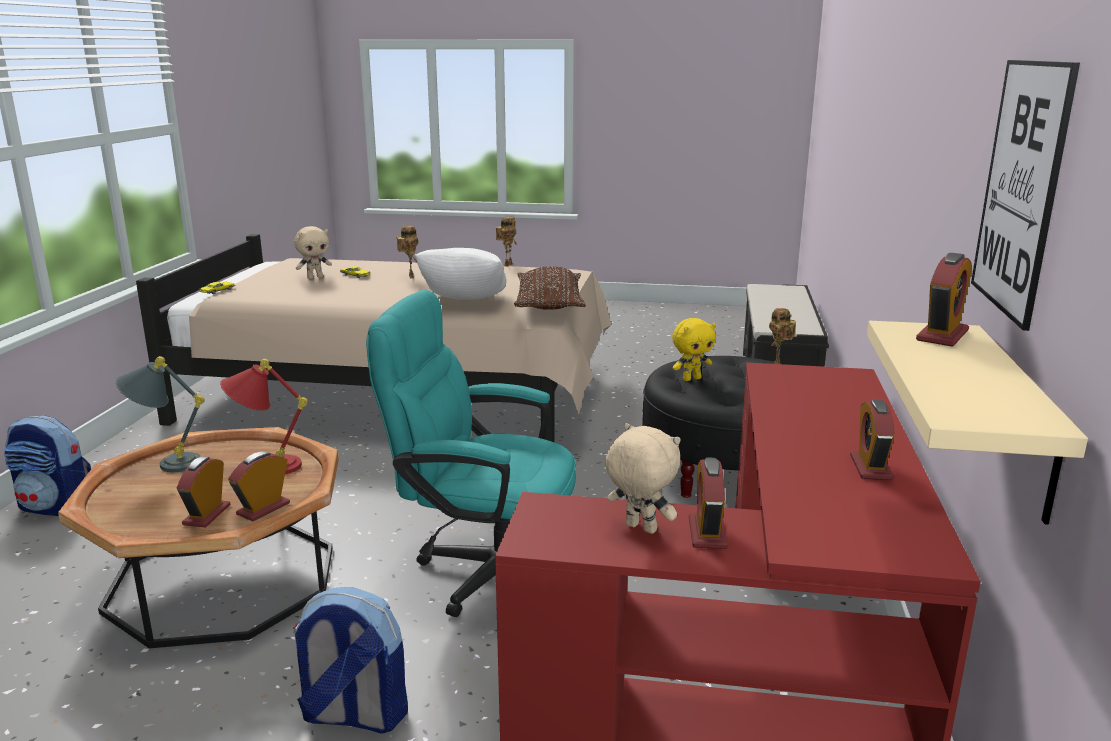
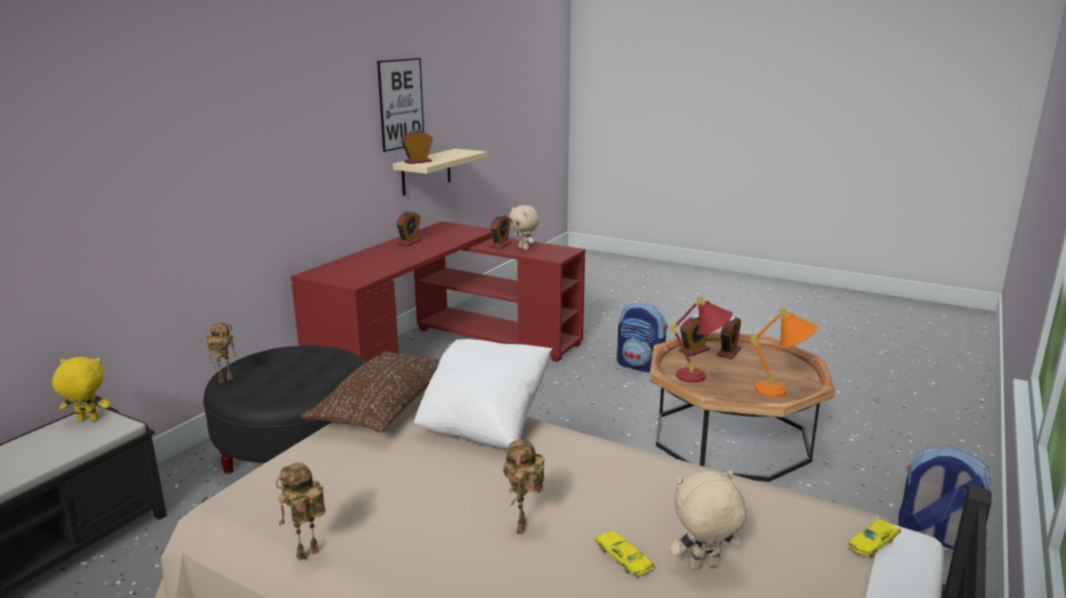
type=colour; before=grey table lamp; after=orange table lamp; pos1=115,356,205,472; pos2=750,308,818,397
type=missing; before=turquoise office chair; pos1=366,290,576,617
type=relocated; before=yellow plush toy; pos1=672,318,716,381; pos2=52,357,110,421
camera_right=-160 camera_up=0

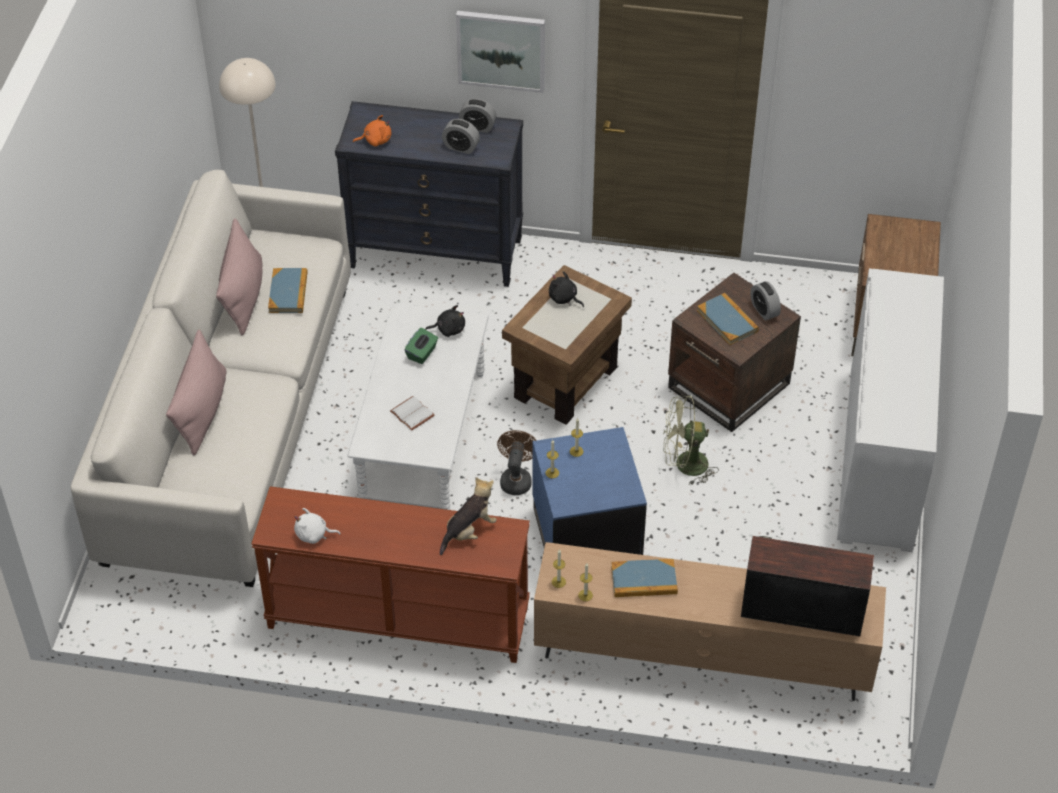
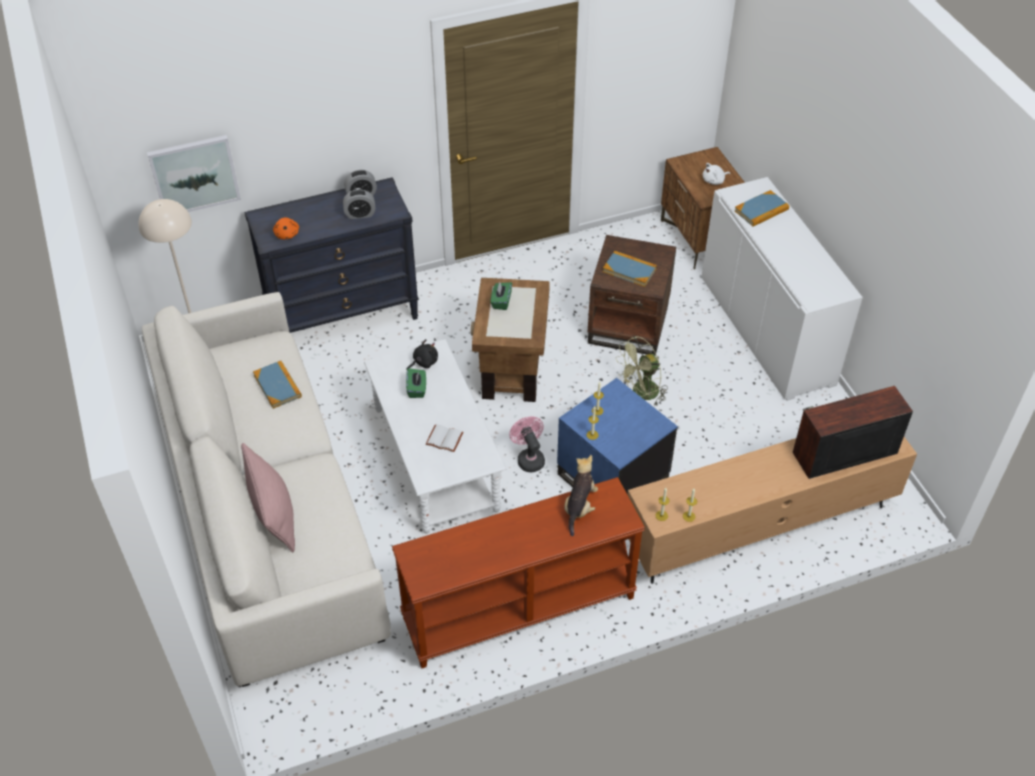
type=missing; before=pink pillow; pos1=216,218,262,335
type=relocated; before=white plush toy; pos1=294,508,341,544; pos2=703,163,730,185
type=spun; before=orange plush toy; pos1=353,115,391,147; pos2=273,218,299,239; turn=120
type=relocated; before=picture; pos1=456,11,545,93; pos2=147,135,241,212
type=colour; before=brown fan; after=pink fan; pos1=497,430,537,495; pos2=509,417,545,472
type=exchanged; before=black plush toy; after=green tissue box; pos1=549,271,584,307; pos2=490,282,512,310
type=relocated; before=book; pos1=611,559,678,597; pos2=735,190,789,227
type=missing; before=alarm clock; pos1=751,281,781,320
camera_right=-30 camera_up=0

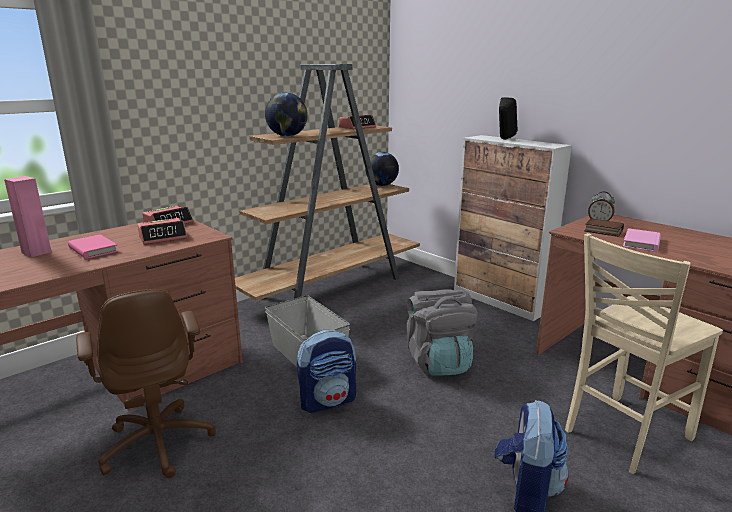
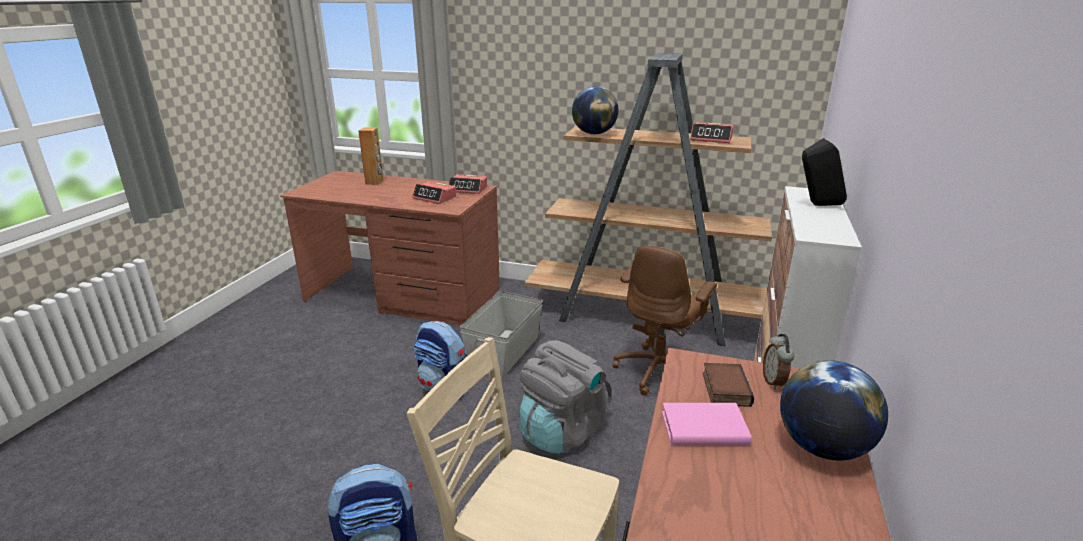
type=colour; before=pink speaker; after=brown speaker; pos1=4,176,52,258; pos2=358,128,384,185
type=missing; before=pink book; pos1=68,234,118,259
type=relocated; before=brown office chair; pos1=76,289,216,478; pos2=612,245,717,396
type=relocated; before=globe; pos1=365,152,399,186; pos2=780,360,888,460
camera_right=60 camera_up=5

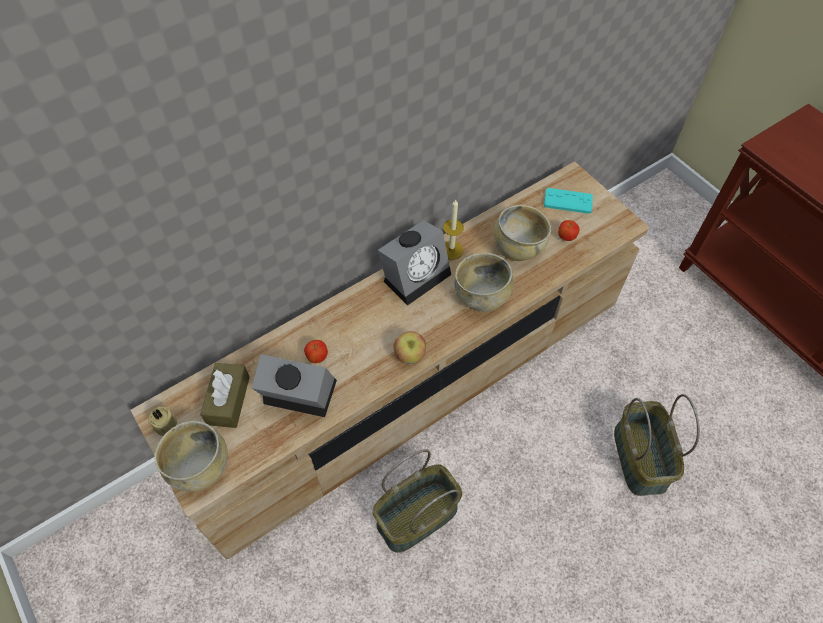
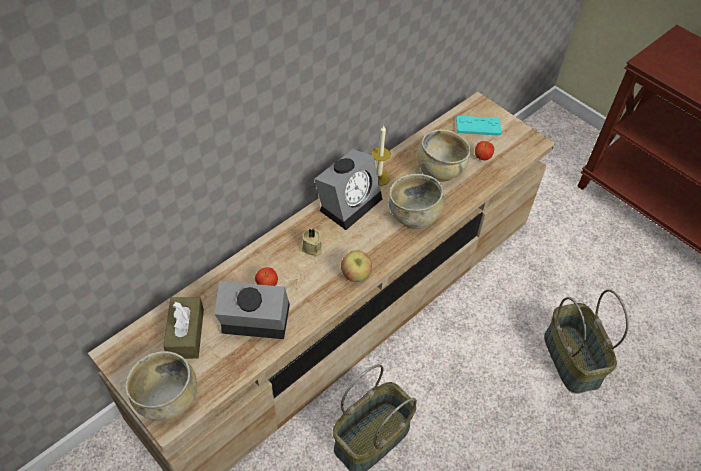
type=relocated; before=beige candle; pos1=148,407,178,436; pos2=302,229,322,257
camera_right=-10 camera_up=-5

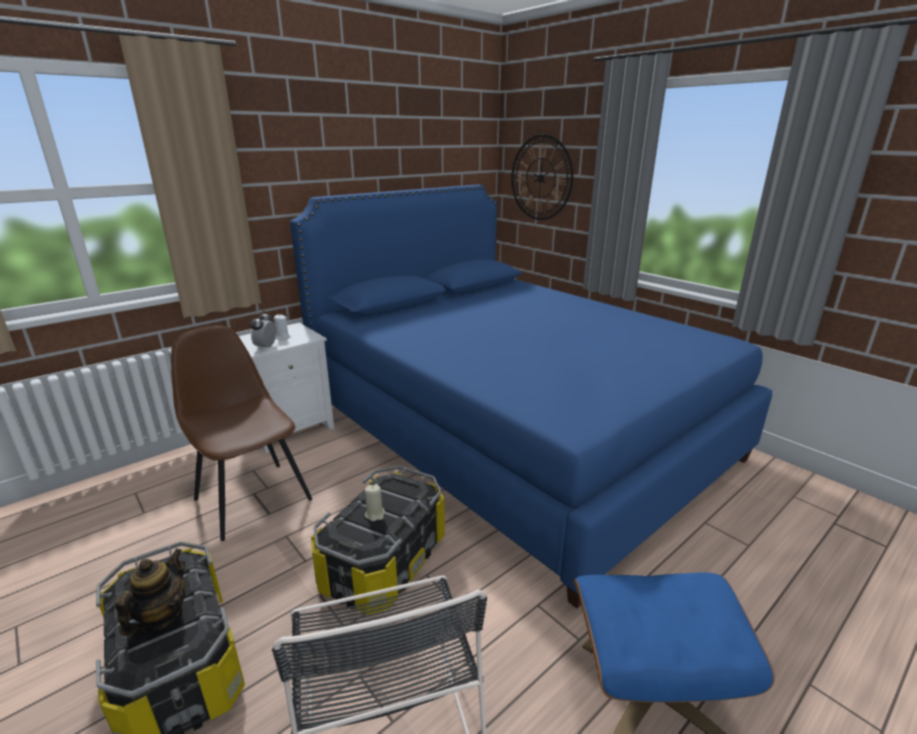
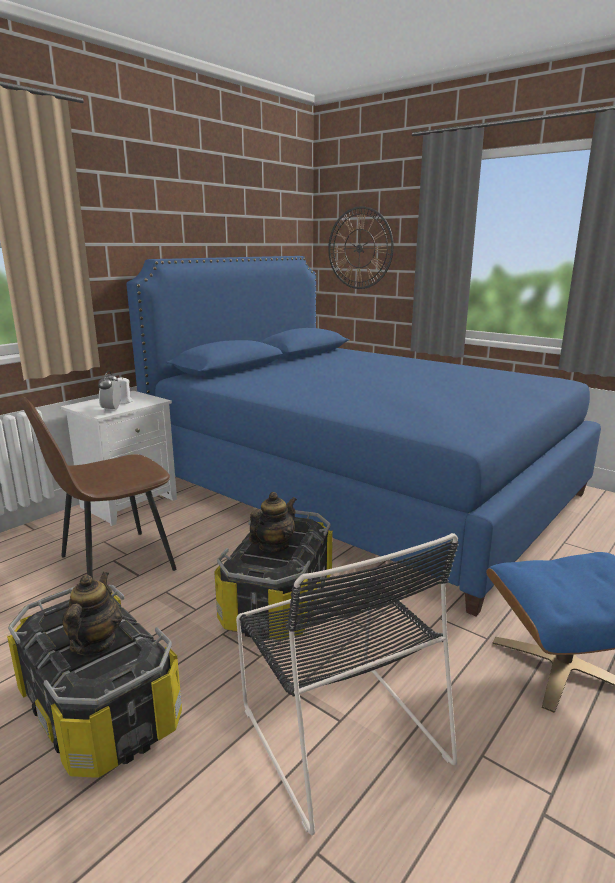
type=spun; before=brown chair; pos1=171,325,312,541; pos2=20,397,176,580; turn=-75
type=exchanged; before=beige candle; after=teapot; pos1=365,484,385,521; pos2=249,492,297,553
camera_right=-10 camera_up=-5

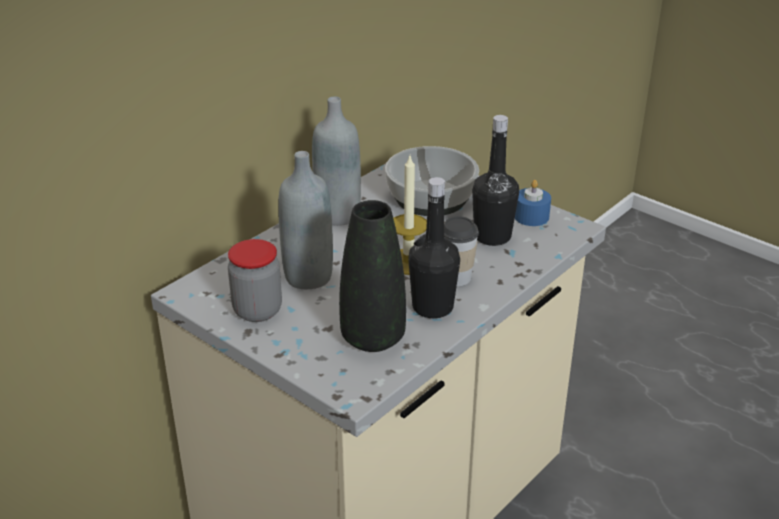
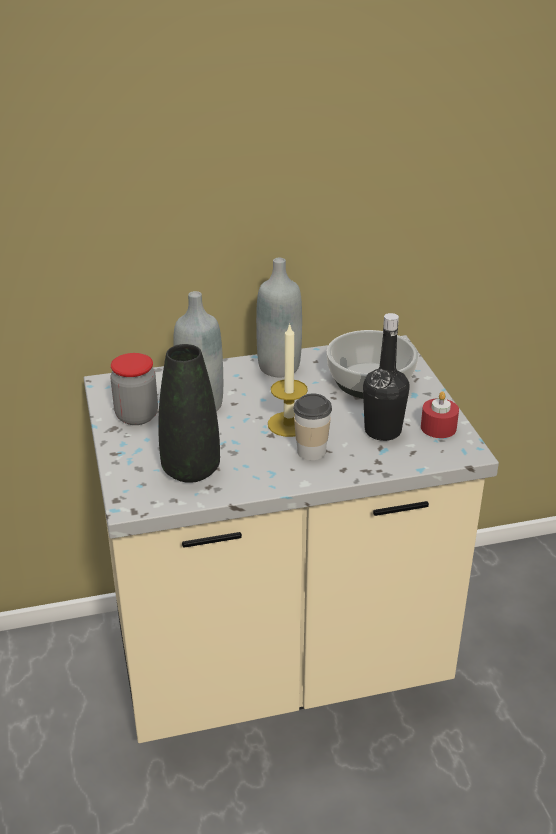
type=missing; before=black bottle; pos1=408,177,460,319
type=colour; before=blue candle; after=red candle; pos1=515,180,551,226; pos2=421,391,459,438
camera_right=35 camera_up=0

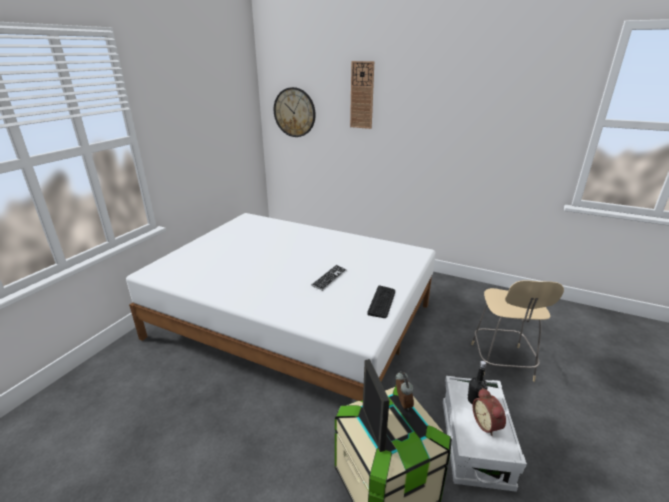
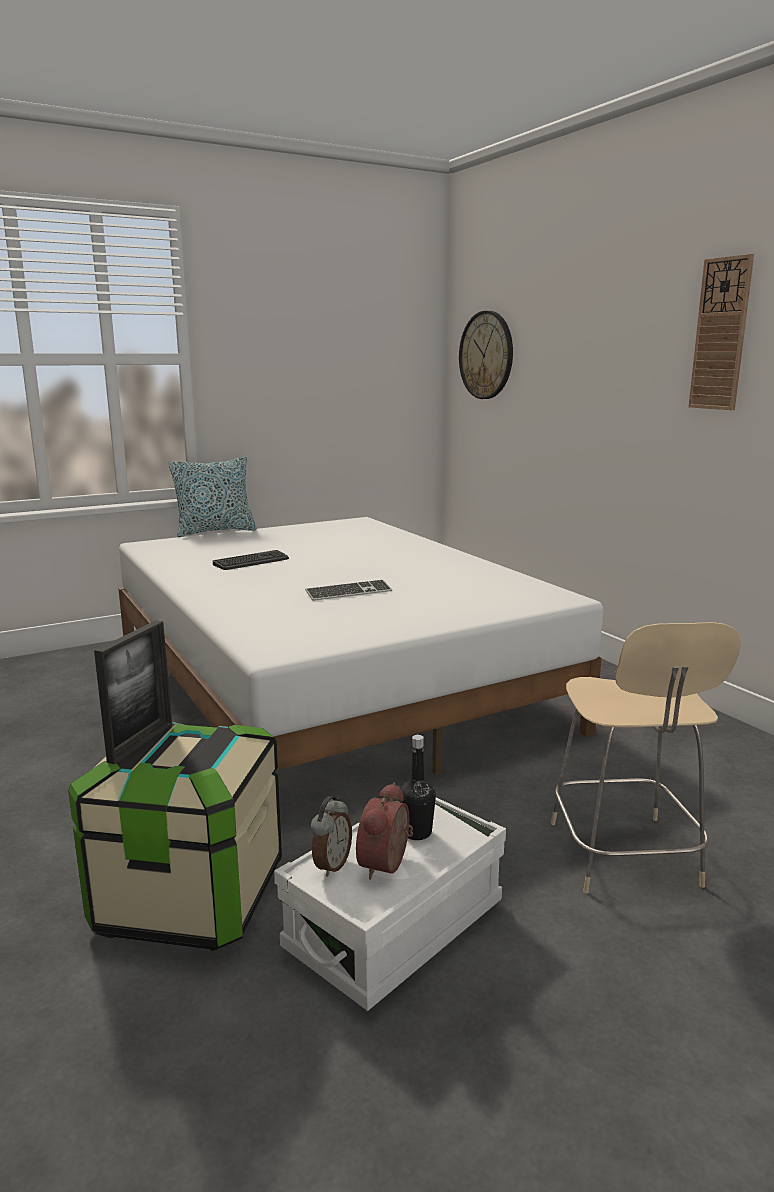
type=relocated; before=wall clock; pos1=350,61,374,129; pos2=689,254,754,410
type=relocated; before=keyboard; pos1=367,285,395,318; pos2=213,550,289,570
type=relocated; before=alarm clock; pos1=396,371,414,411; pos2=311,796,352,877
type=spun; before=beige chair; pos1=471,280,564,382; pos2=551,622,741,893; turn=-45
type=appeared; after=pillow; pos2=168,457,257,537
camera_right=35 camera_up=-10

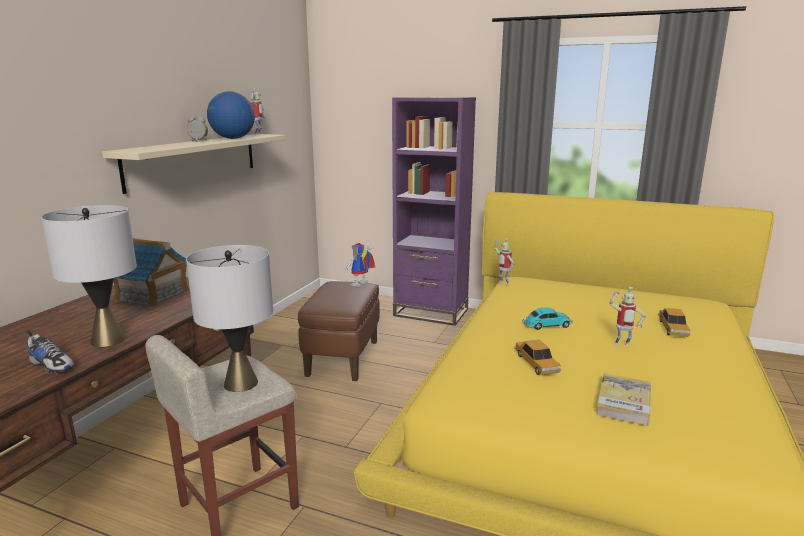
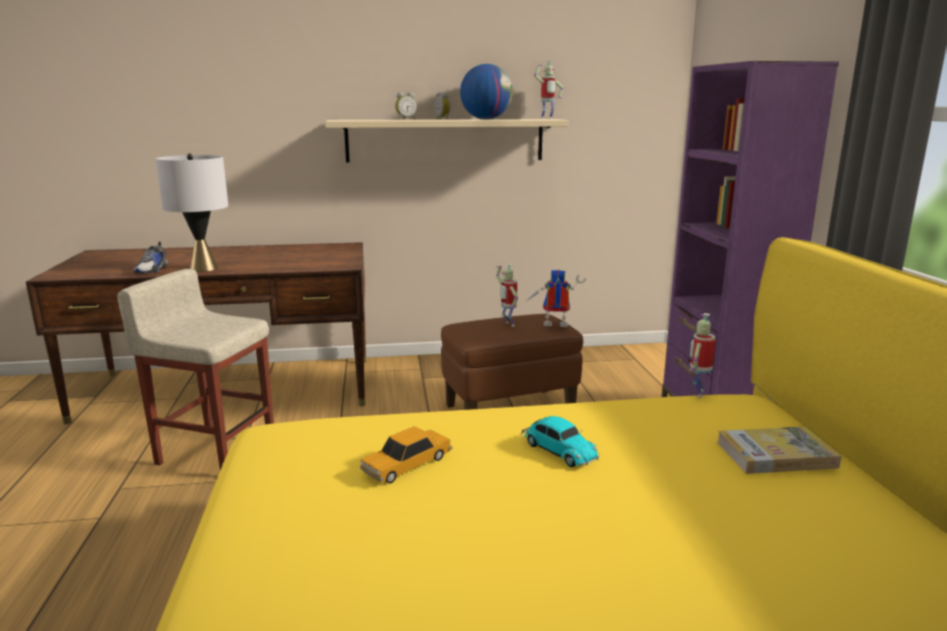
type=missing; before=toy house; pos1=113,238,189,308
type=missing; before=grey table lamp; pos1=186,245,273,392
type=relocated; before=book; pos1=596,373,651,426; pos2=717,426,842,474
type=relocated; before=toy robot; pos1=610,287,646,346; pos2=496,264,518,327
type=missing; before=toy car; pos1=658,308,690,337
type=appeared; after=alarm clock; pos2=395,92,417,120
camera_right=60 camera_up=0

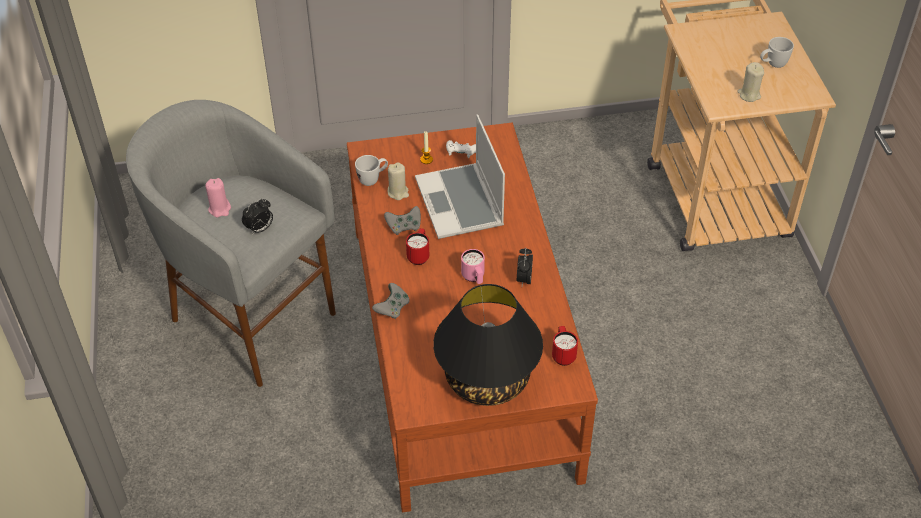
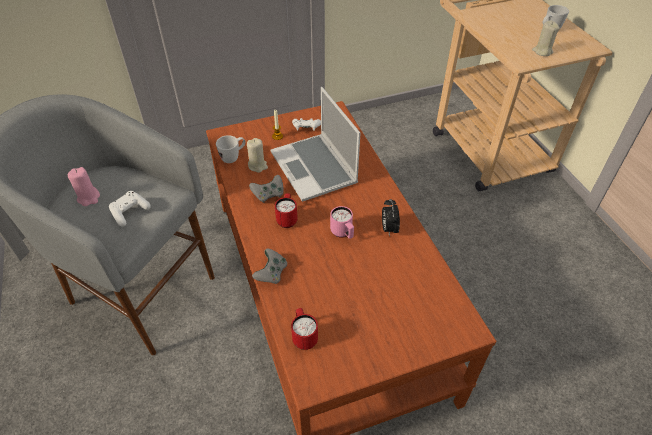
type=exchanged; before=alarm clock; after=white game controller; pos1=242,198,273,235; pos2=109,191,150,227
type=missing; before=black table lamp; pos1=433,284,543,406
type=relocated; before=red mug; pos1=552,326,578,366; pos2=291,308,318,350
camera_right=-10 camera_up=0

